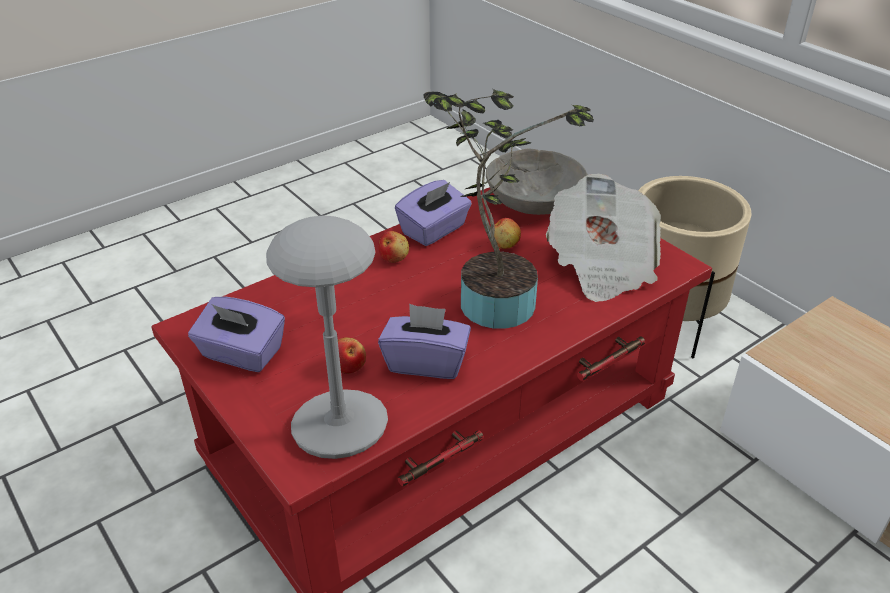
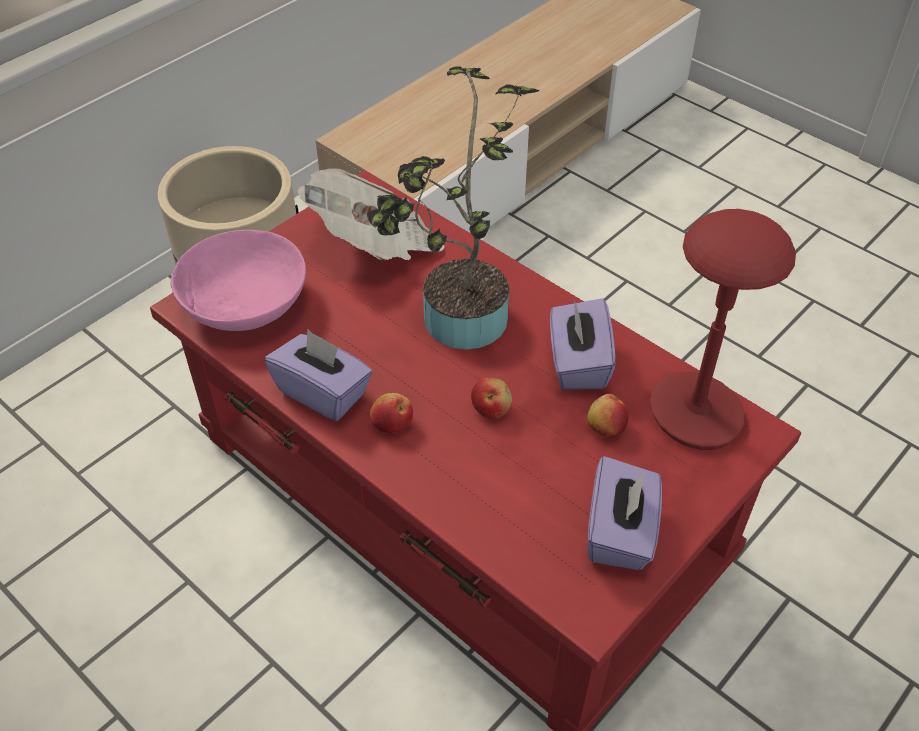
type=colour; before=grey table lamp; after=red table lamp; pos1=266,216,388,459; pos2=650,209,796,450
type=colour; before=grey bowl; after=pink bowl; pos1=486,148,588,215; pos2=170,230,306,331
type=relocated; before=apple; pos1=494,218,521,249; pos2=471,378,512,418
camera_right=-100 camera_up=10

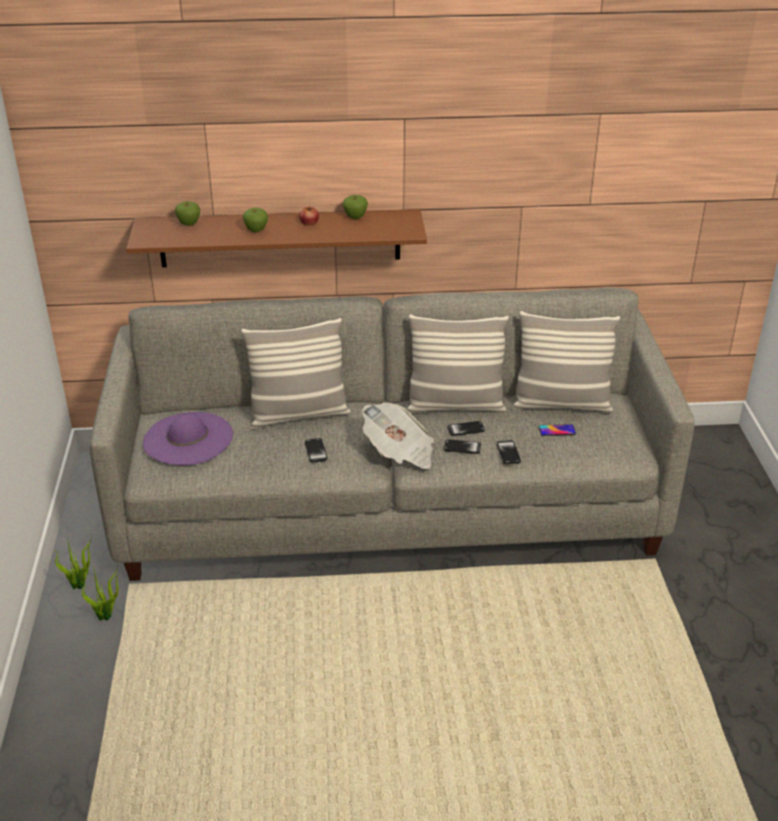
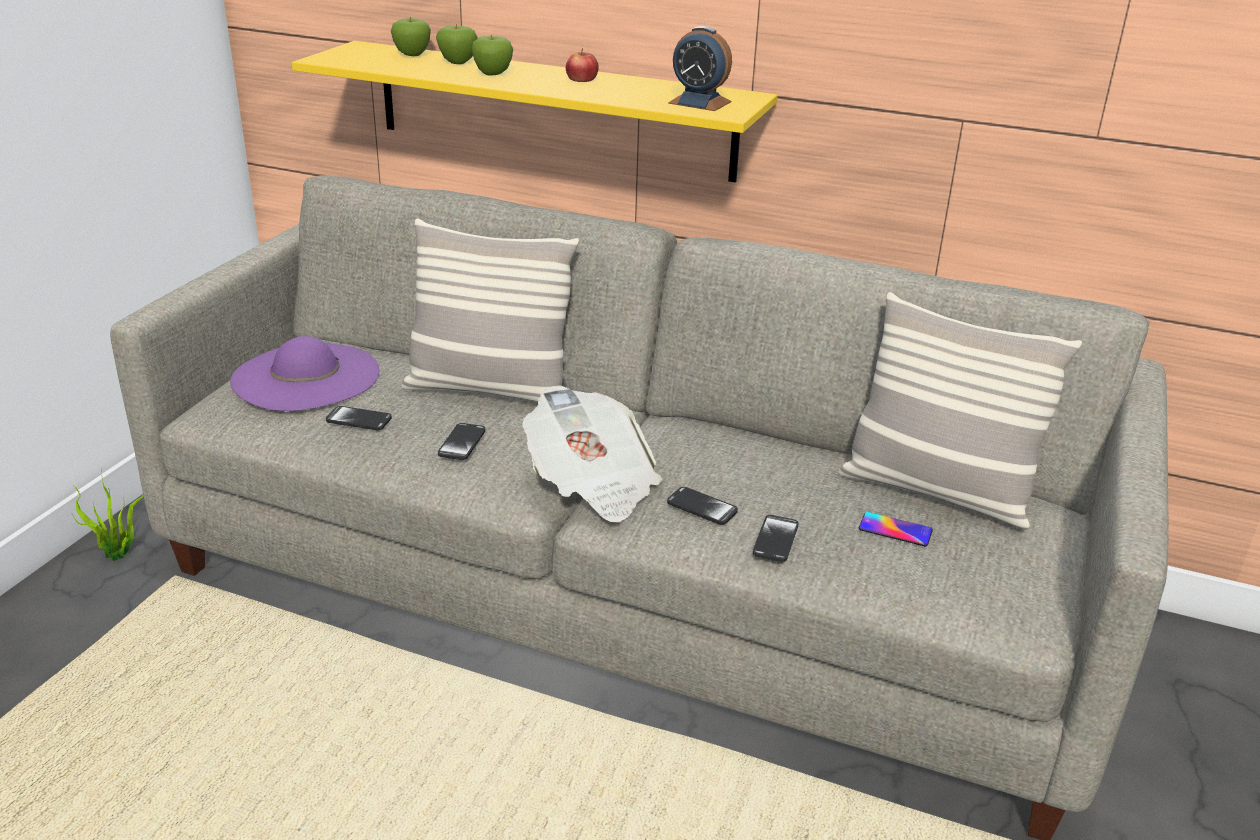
type=missing; before=potted plant; pos1=80,567,120,621
type=colour; before=brown shelf; after=yellow shelf; pos1=126,209,427,267; pos2=292,41,778,183
type=relocated; before=apple; pos1=343,195,368,219; pos2=436,24,478,64
type=missing; before=pillow; pos1=407,314,509,413
type=relocated; before=phone; pos1=448,421,485,436; pos2=326,406,392,430
type=appeared; after=alarm clock; pos2=668,26,732,111
camera_right=25 camera_up=-5

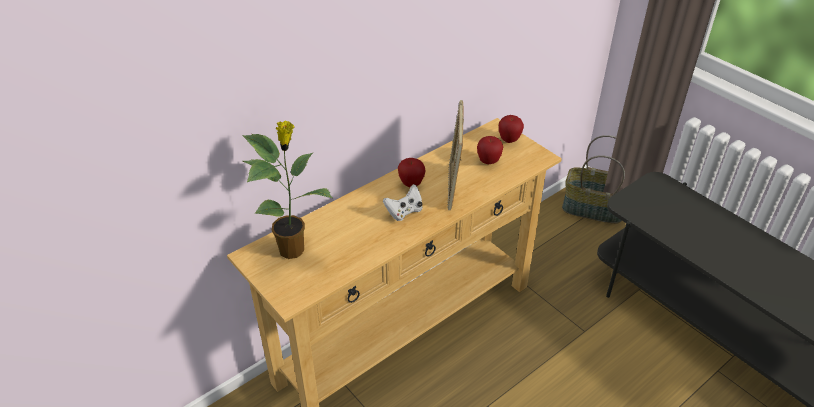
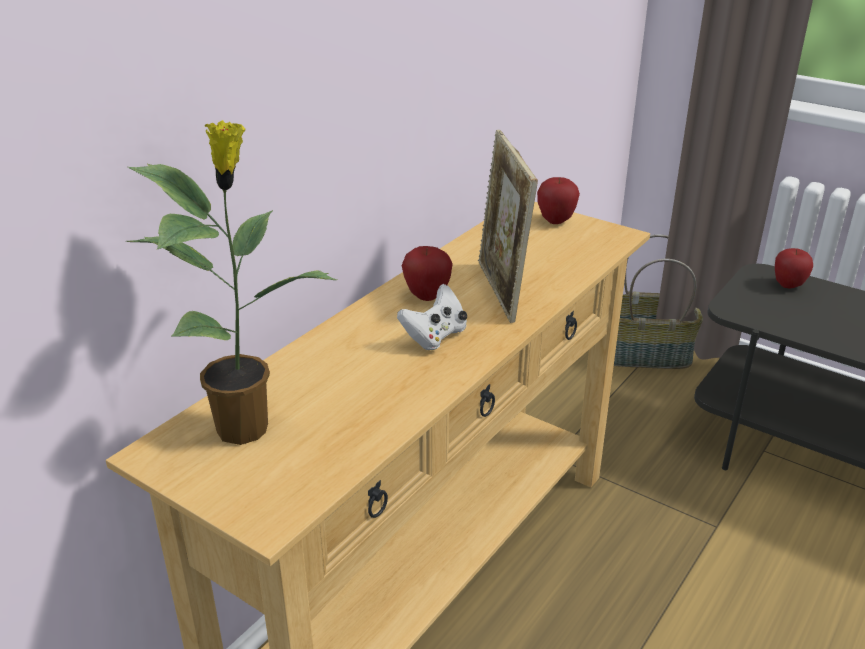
type=relocated; before=apple; pos1=477,136,503,164; pos2=775,248,813,288
camera_right=-15 camera_up=-10

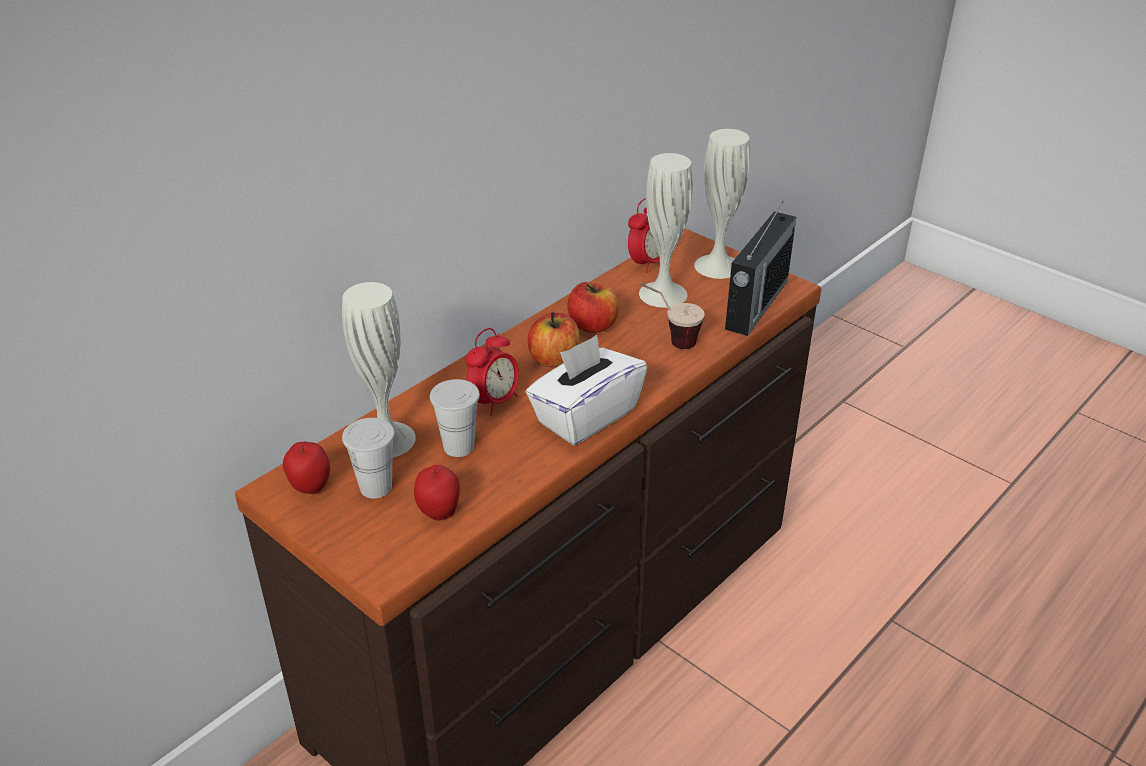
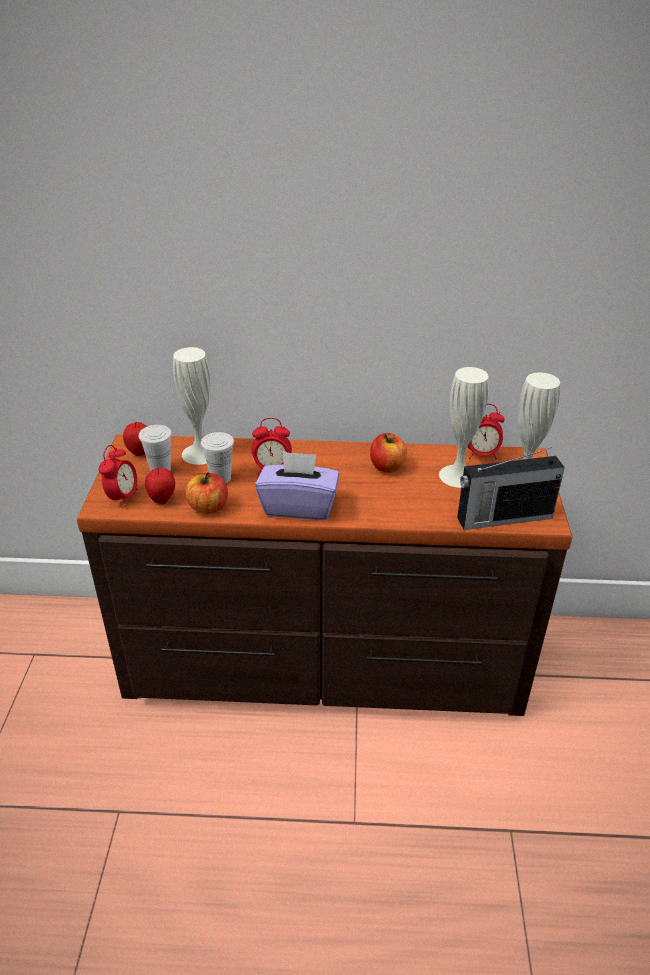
type=colour; before=white tissue box; after=purple tissue box; pos1=526,335,647,445; pos2=255,451,339,520
type=relocated; before=apple; pos1=528,312,580,367; pos2=185,472,228,514
type=missing; before=cup; pos1=639,283,704,349
type=appeared; after=alarm clock; pos2=99,445,138,507
camera_right=50 camera_up=0

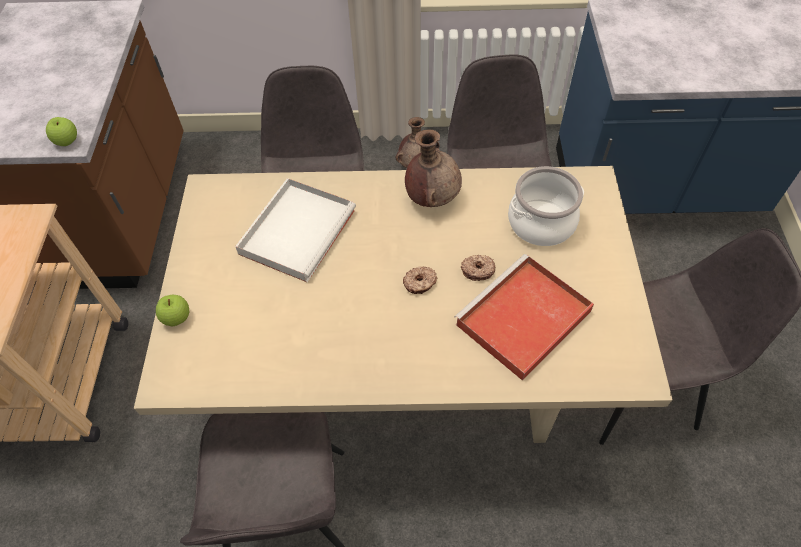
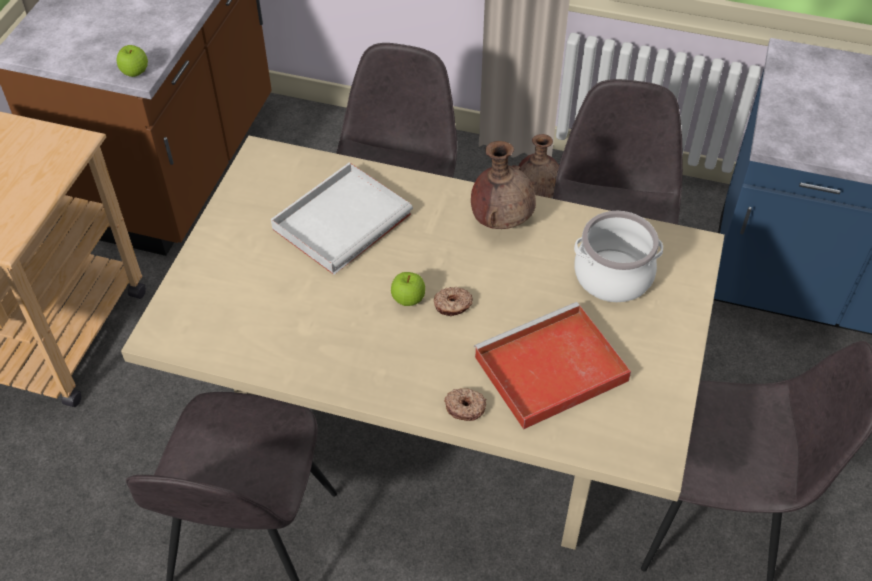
type=relocated; before=apple; pos1=156,295,189,327; pos2=391,272,425,306
type=relocated; before=donut; pos1=461,255,495,281; pos2=444,388,486,421
camera_right=15 camera_up=-5

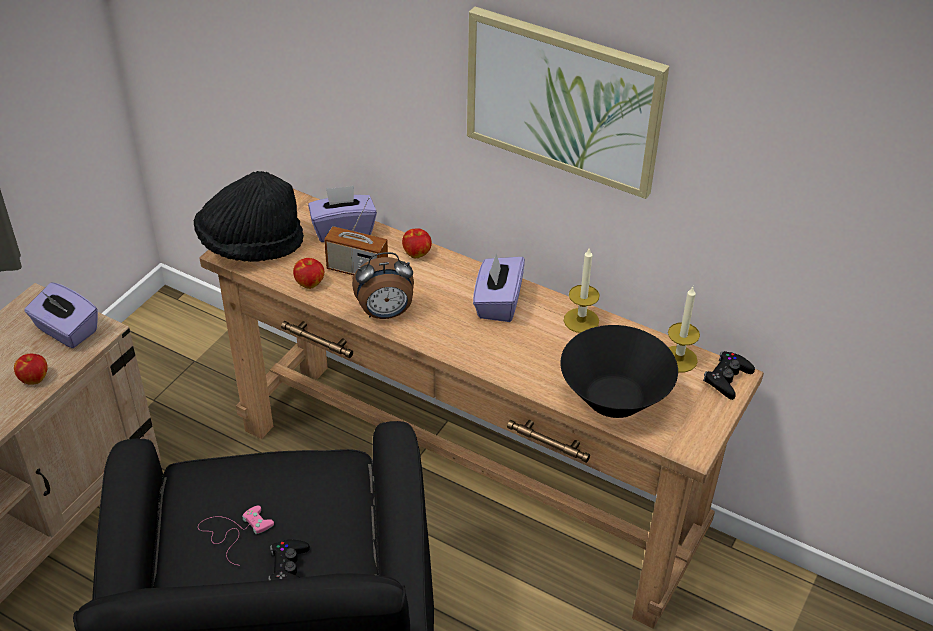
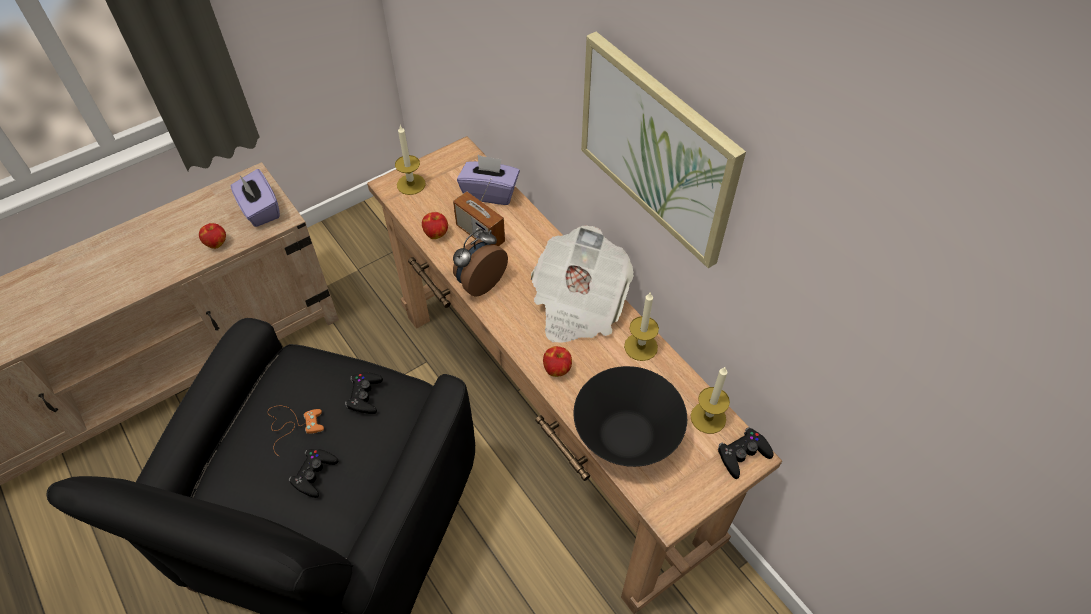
type=exchanged; before=black hat; after=candle; pos1=194,171,304,262; pos2=395,125,425,195
type=colour; before=pink game controller; after=orange game controller; pos1=198,506,274,566; pos2=268,406,324,457
type=spun; before=alarm clock; pos1=352,252,414,319; pos2=453,229,508,297; turn=120
type=relocated; before=apple; pos1=402,229,432,258; pos2=543,346,572,377
type=exchanged; before=purple tissue box; after=newspaper; pos1=473,254,525,322; pos2=531,226,634,343
type=appeared; after=black game controller; pos2=345,372,383,414
camera_right=25 camera_up=10

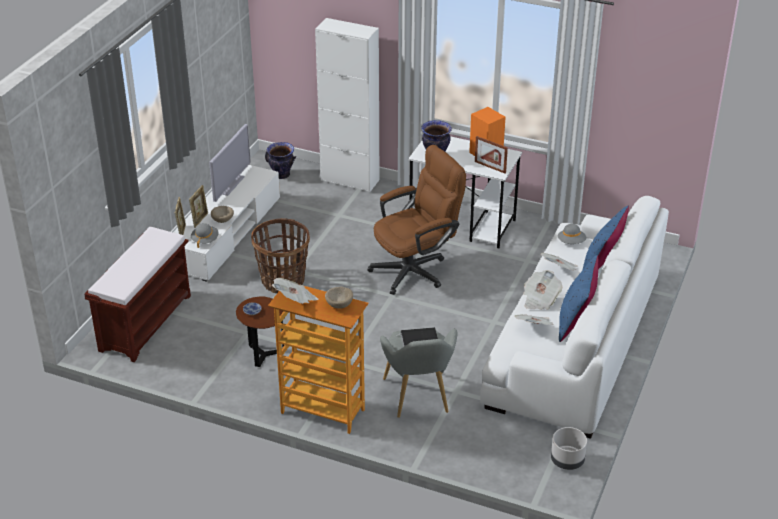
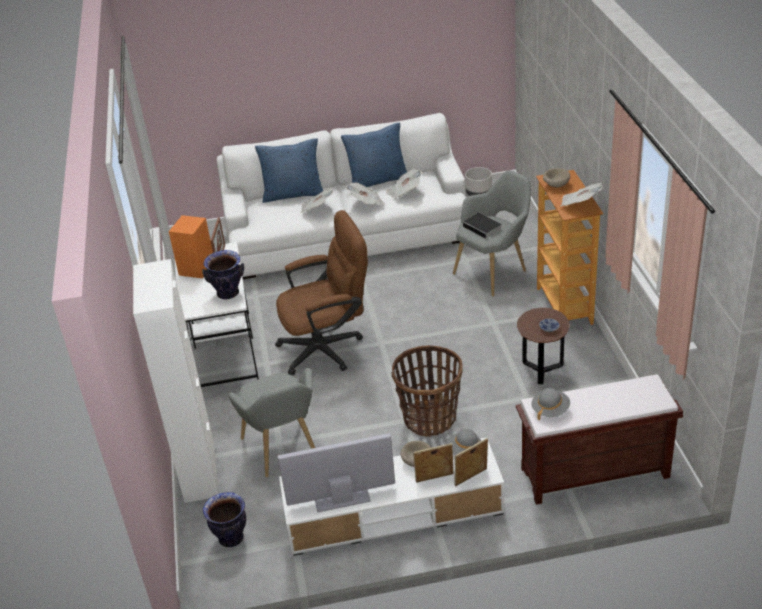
type=spun; before=brown office chair; pos1=367,145,466,295; pos2=275,210,368,375; turn=135
type=relocated; before=grey hat; pos1=558,224,586,244; pos2=531,388,570,420
type=appeared; after=grey armchair; pos2=228,368,315,477
camera_right=-120 camera_up=0

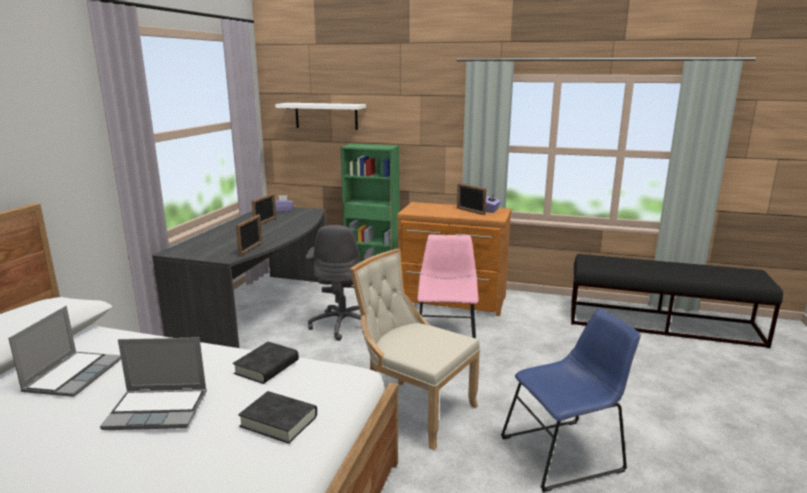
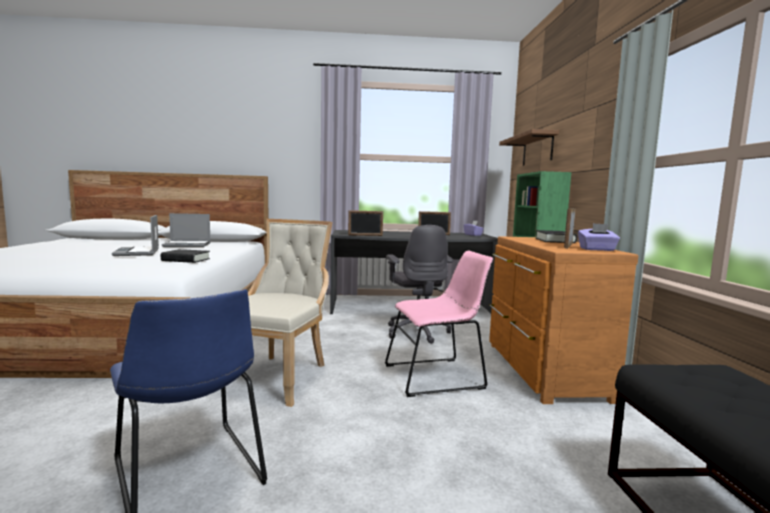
type=relocated; before=black book; pos1=238,391,317,444; pos2=535,230,577,243
type=colour; before=white shelf; after=brown shelf; pos1=275,103,366,130; pos2=499,129,559,166
type=spun; before=grey office chair; pos1=306,225,375,341; pos2=386,225,453,344; turn=-90
camera_right=70 camera_up=-10

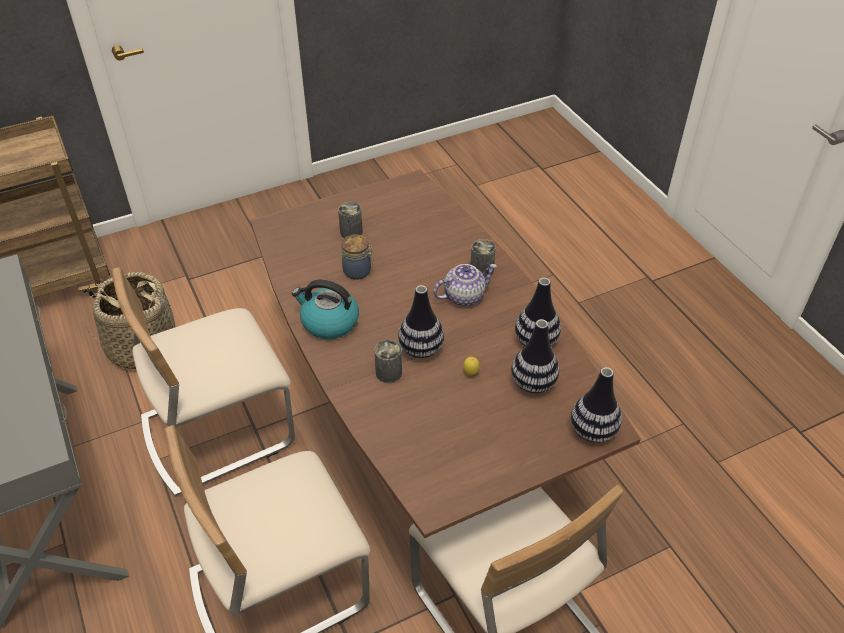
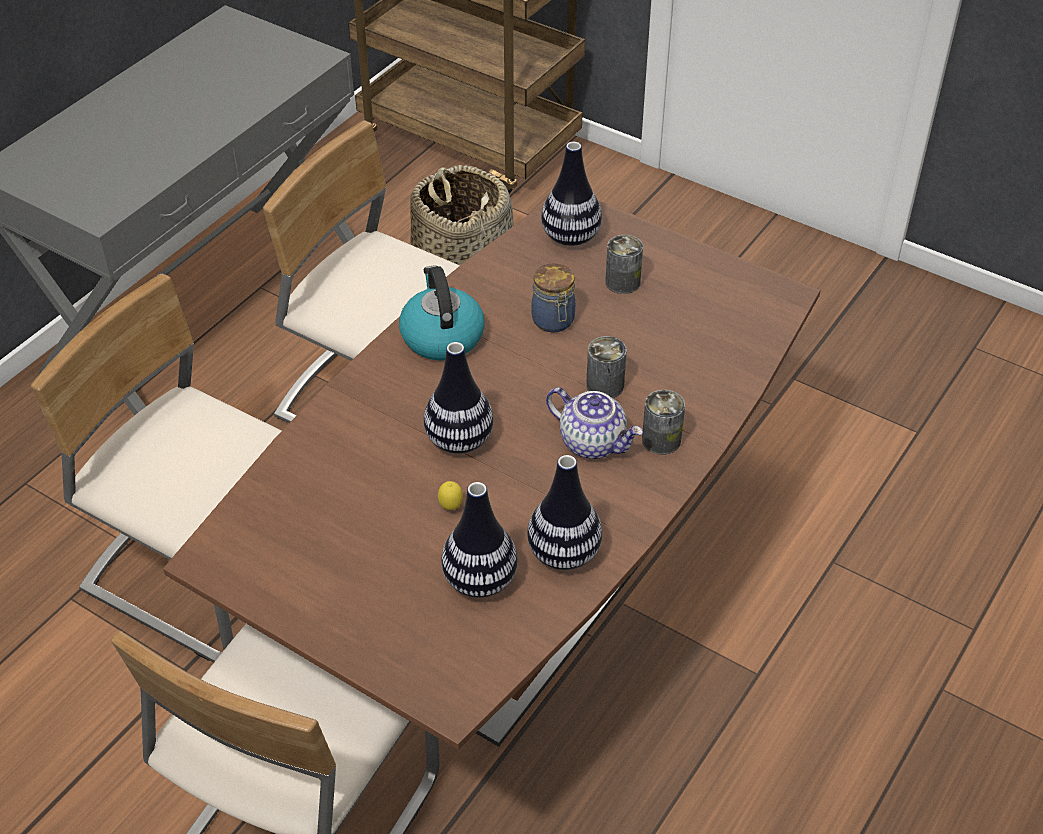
type=relocated; before=can; pos1=375,340,402,383; pos2=586,336,627,398
type=relocated; before=vase; pos1=571,367,622,443; pos2=541,142,602,246
camera_right=60 camera_up=0

